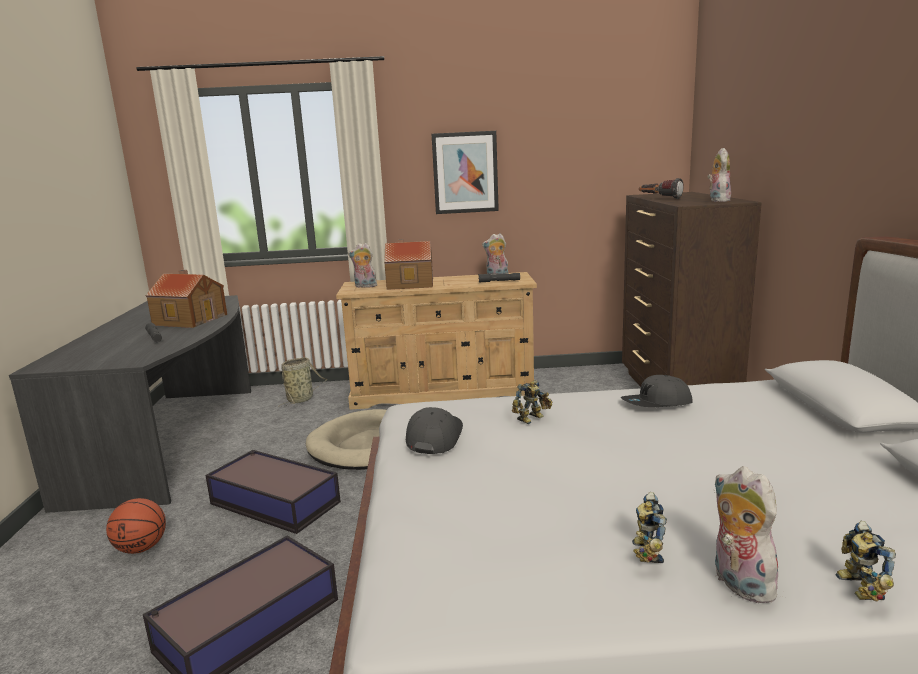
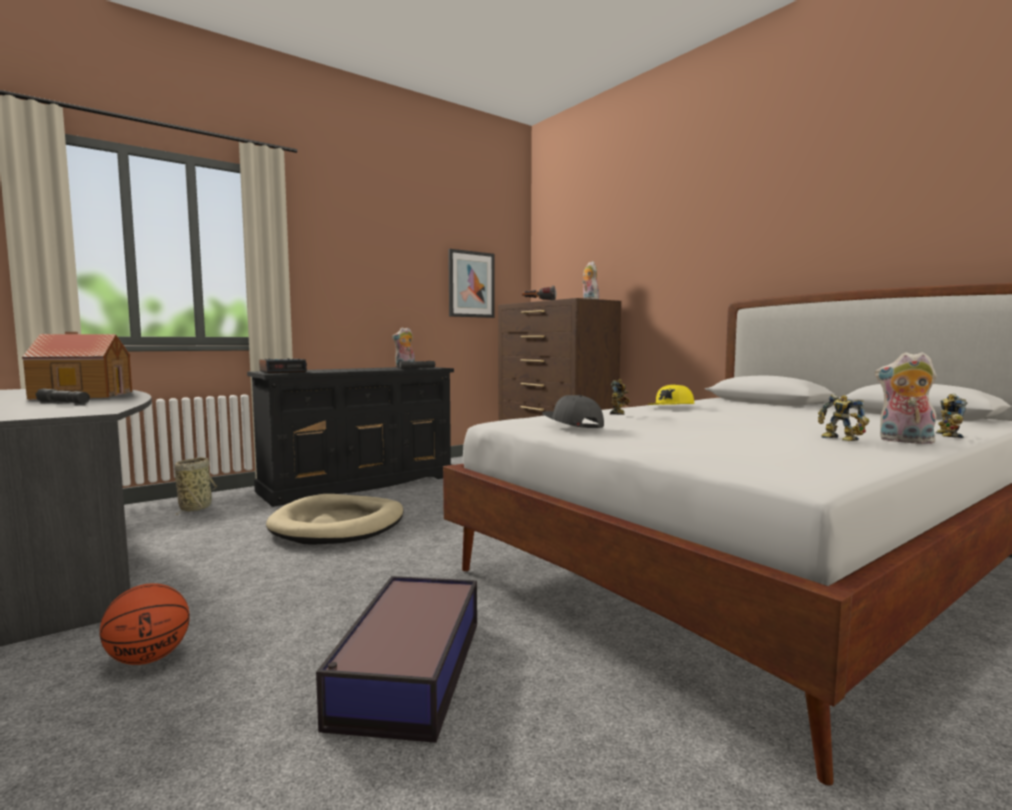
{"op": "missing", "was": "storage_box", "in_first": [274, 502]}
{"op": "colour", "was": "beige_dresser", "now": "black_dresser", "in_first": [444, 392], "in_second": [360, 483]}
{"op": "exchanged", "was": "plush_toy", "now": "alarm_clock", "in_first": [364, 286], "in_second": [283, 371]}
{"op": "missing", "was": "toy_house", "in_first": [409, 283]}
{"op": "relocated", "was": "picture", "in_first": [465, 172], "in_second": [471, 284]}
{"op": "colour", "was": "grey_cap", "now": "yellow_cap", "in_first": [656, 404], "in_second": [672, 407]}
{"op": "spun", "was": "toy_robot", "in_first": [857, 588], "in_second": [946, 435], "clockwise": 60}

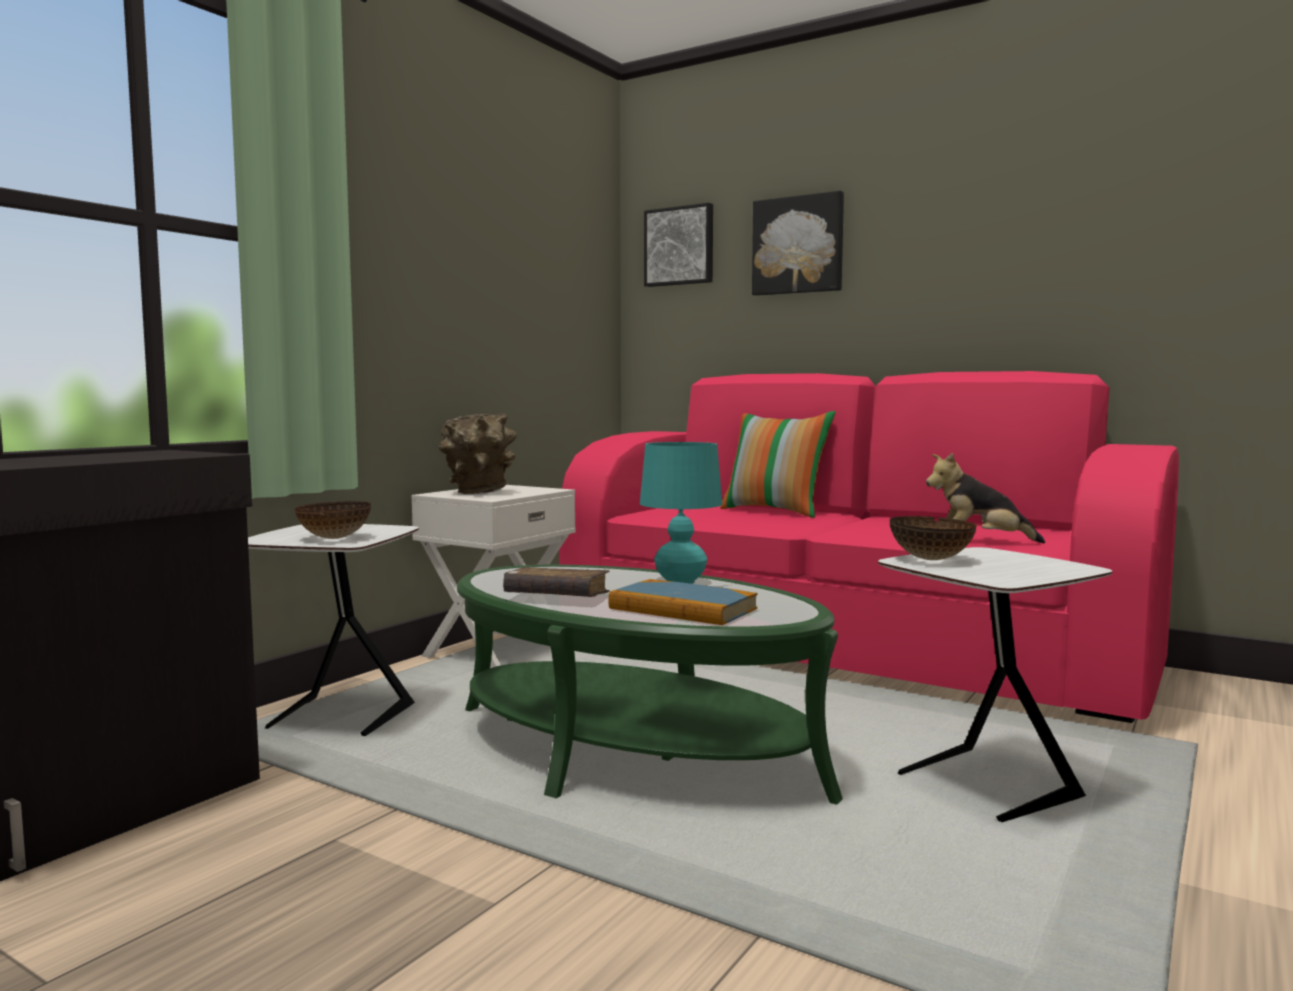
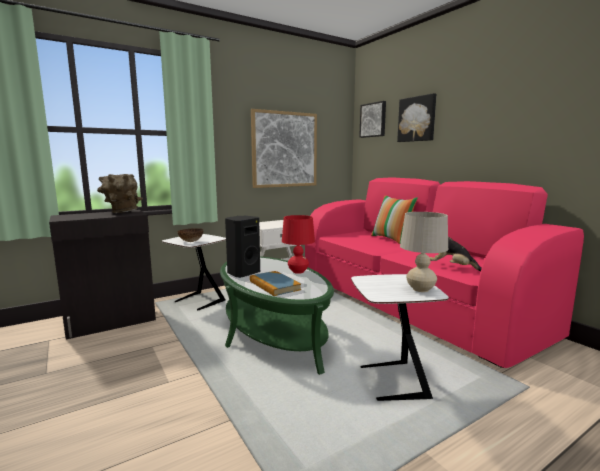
{"op": "relocated", "was": "brown_vase", "in_first": [478, 493], "in_second": [121, 212]}
{"op": "exchanged", "was": "brown_book", "now": "black_speaker", "in_first": [556, 596], "in_second": [243, 273]}
{"op": "colour", "was": "turquoise_table_lamp", "now": "red_table_lamp", "in_first": [680, 581], "in_second": [298, 271]}
{"op": "missing", "was": "bowl", "in_first": [932, 559]}
{"op": "appeared", "now": "picture", "in_second": [284, 149]}
{"op": "appeared", "now": "beige_table_lamp", "in_second": [420, 289]}

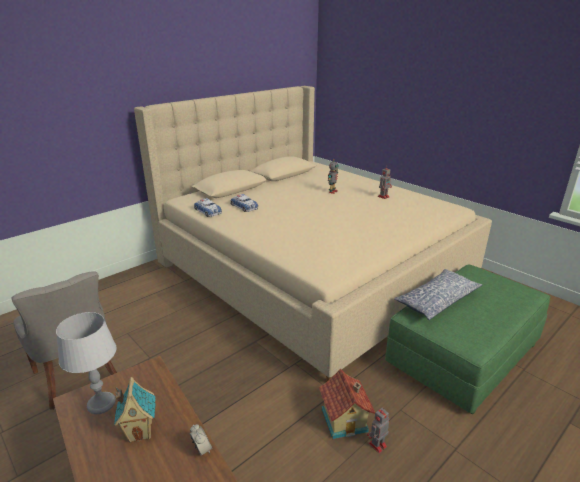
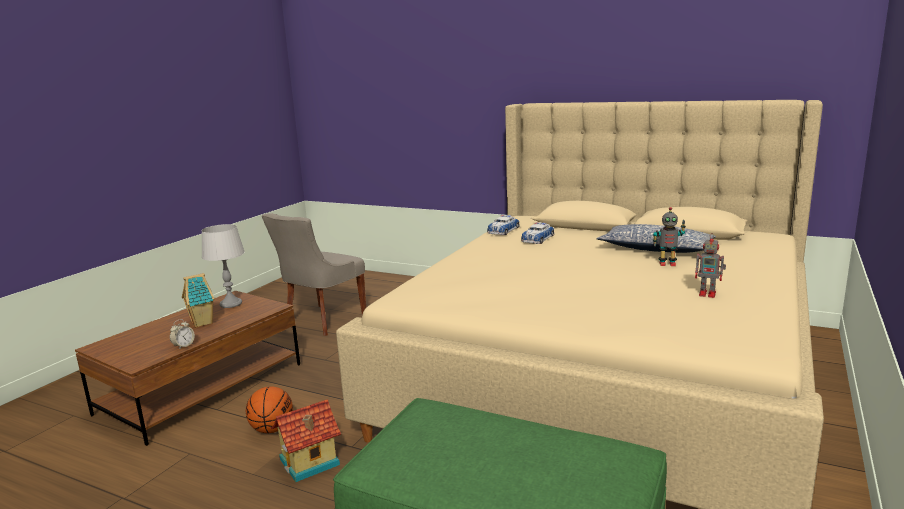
{"op": "missing", "was": "toy_robot", "in_first": [377, 445]}
{"op": "relocated", "was": "pillow", "in_first": [436, 300], "in_second": [655, 249]}
{"op": "appeared", "now": "basketball", "in_second": [272, 429]}

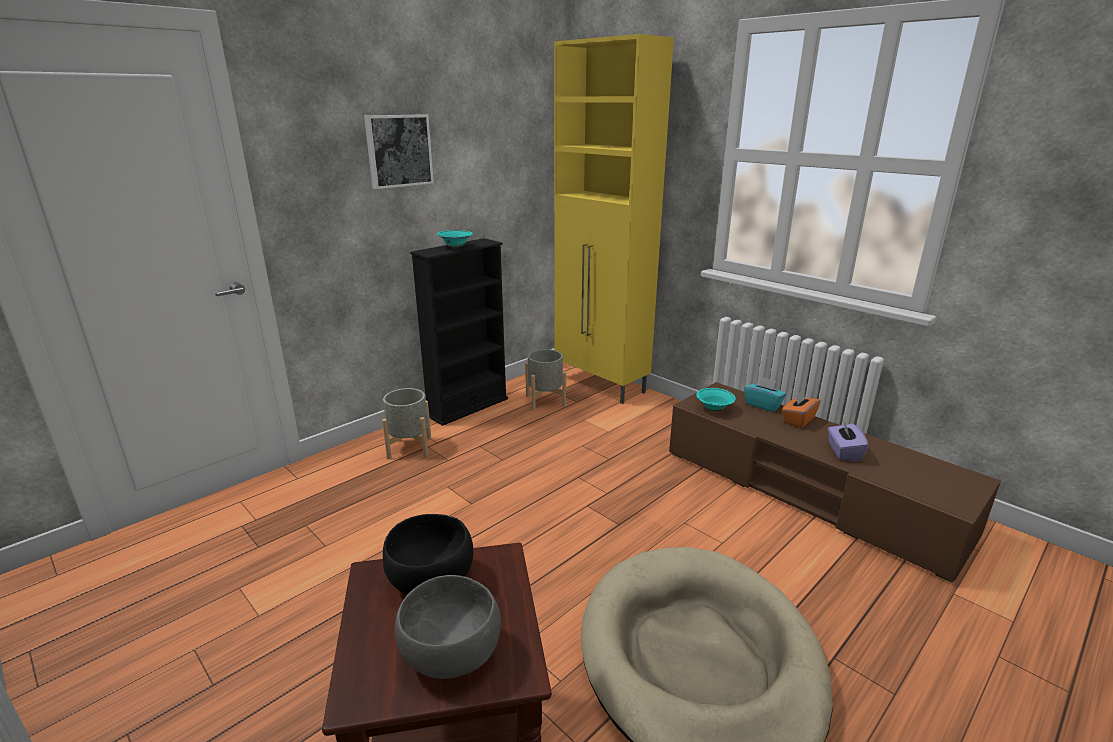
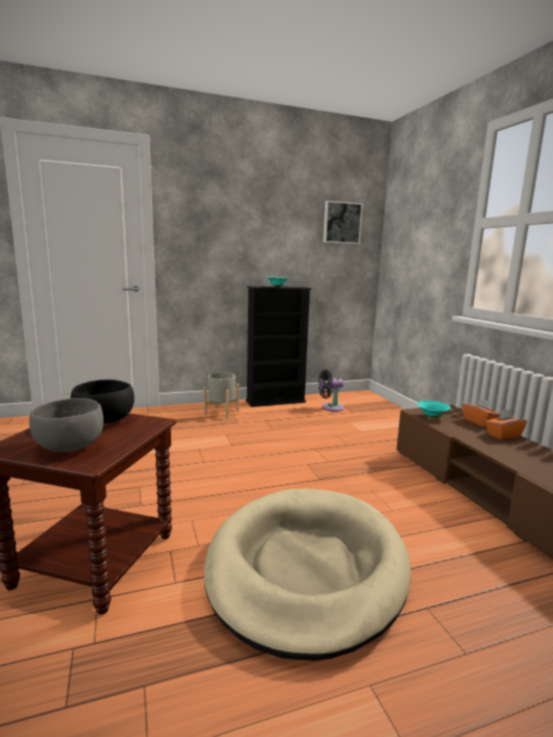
{"op": "relocated", "was": "picture", "in_first": [398, 151], "in_second": [341, 223]}
{"op": "exchanged", "was": "grey_planter", "now": "black_fan", "in_first": [545, 401], "in_second": [330, 407]}
{"op": "missing", "was": "yellow_cabinet", "in_first": [601, 385]}
{"op": "colour", "was": "turquoise_tissue_box", "now": "orange_tissue_box", "in_first": [763, 405], "in_second": [479, 422]}
{"op": "missing", "was": "purple_tissue_box", "in_first": [843, 452]}

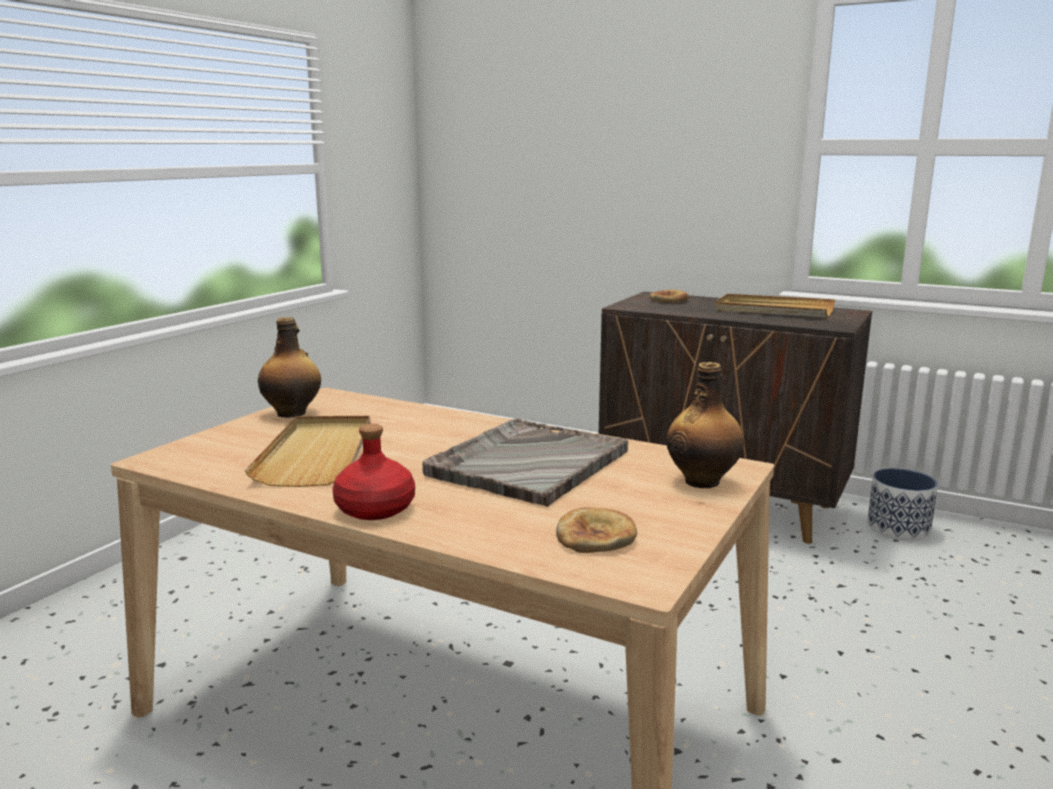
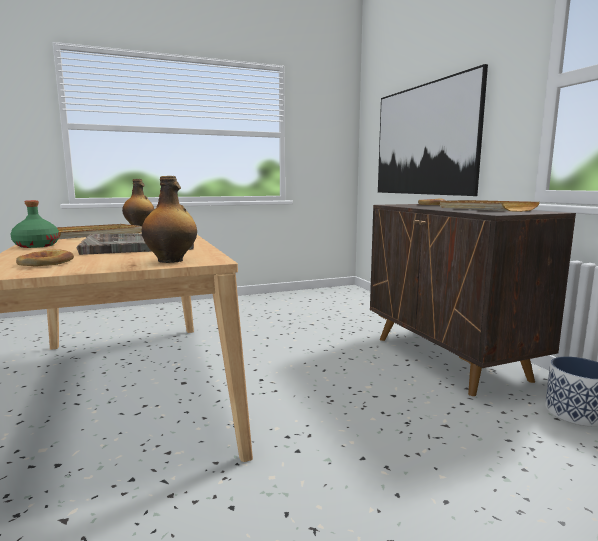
{"op": "colour", "was": "red_bottle", "now": "green_bottle", "in_first": [374, 509], "in_second": [36, 245]}
{"op": "appeared", "now": "picture", "in_second": [423, 140]}

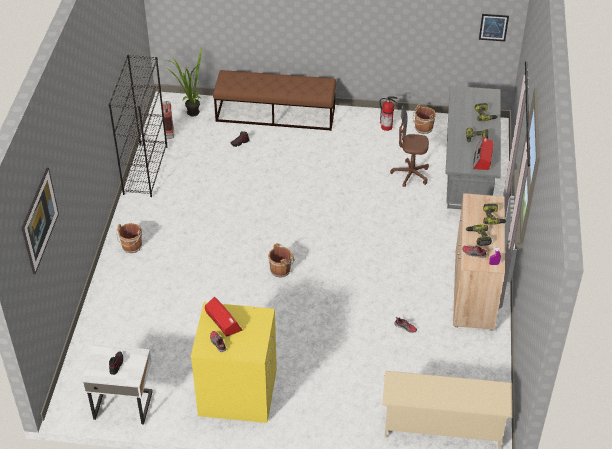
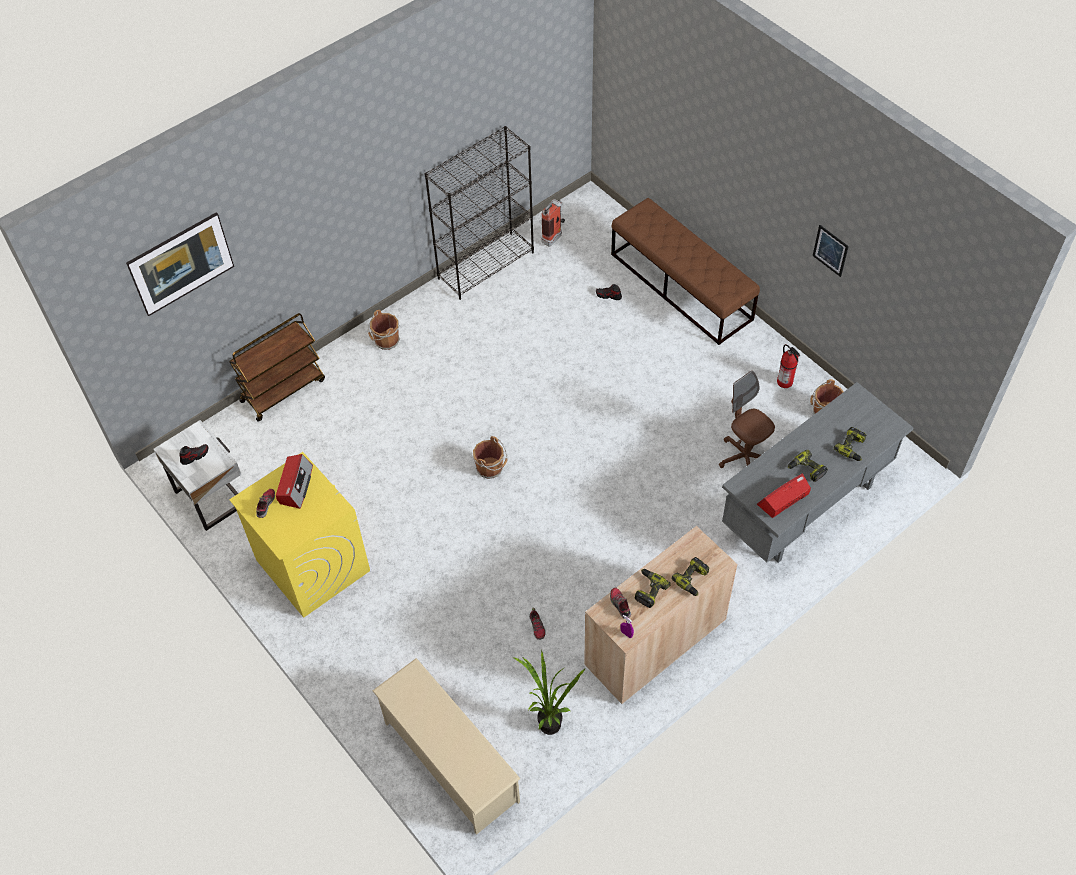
{"op": "relocated", "was": "potted_plant", "in_first": [190, 112], "in_second": [547, 720]}
{"op": "relocated", "was": "picture", "in_first": [493, 27], "in_second": [830, 250]}
{"op": "appeared", "now": "brown_cart", "in_second": [283, 390]}

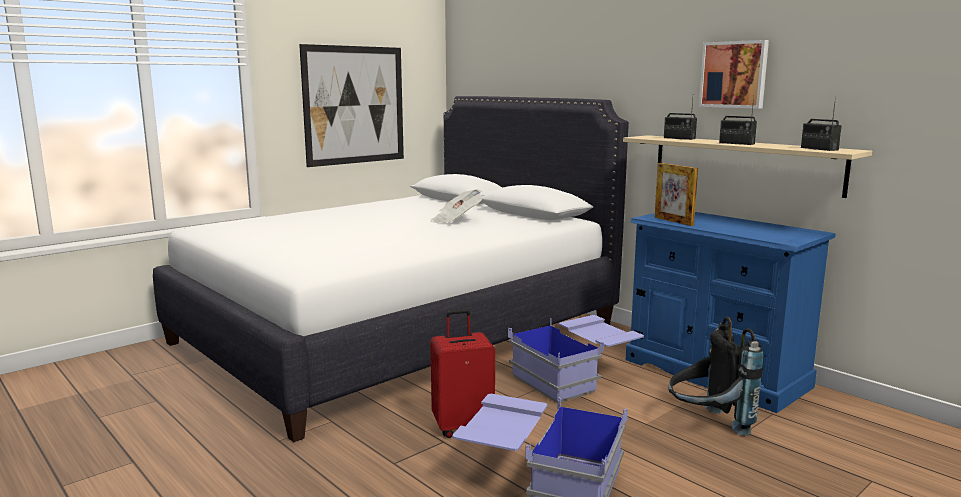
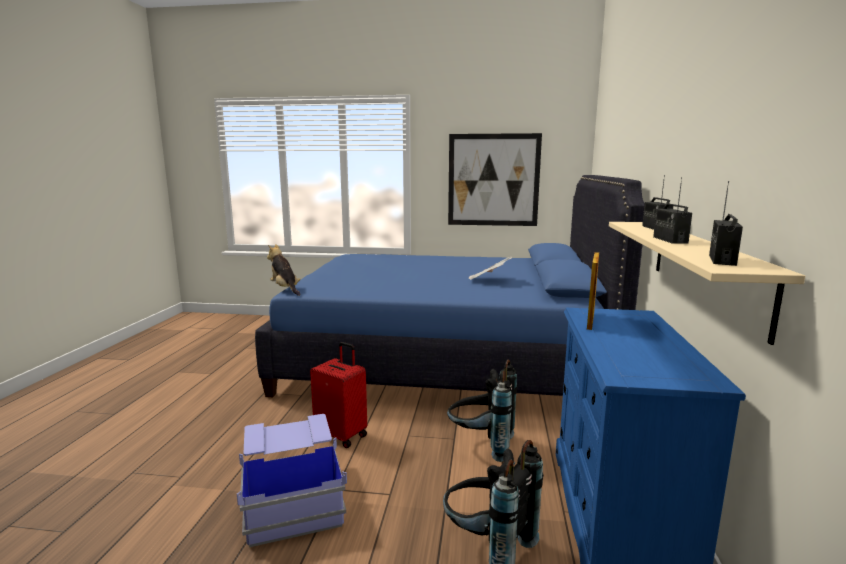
{"op": "colour", "was": "white_bed", "now": "blue_bed", "in_first": [397, 333], "in_second": [445, 359]}
{"op": "exchanged", "was": "blue_storage_box", "now": "black_backpack", "in_first": [575, 377], "in_second": [481, 445]}
{"op": "missing", "was": "picture", "in_first": [734, 74]}
{"op": "appeared", "now": "plush_toy", "in_second": [285, 289]}

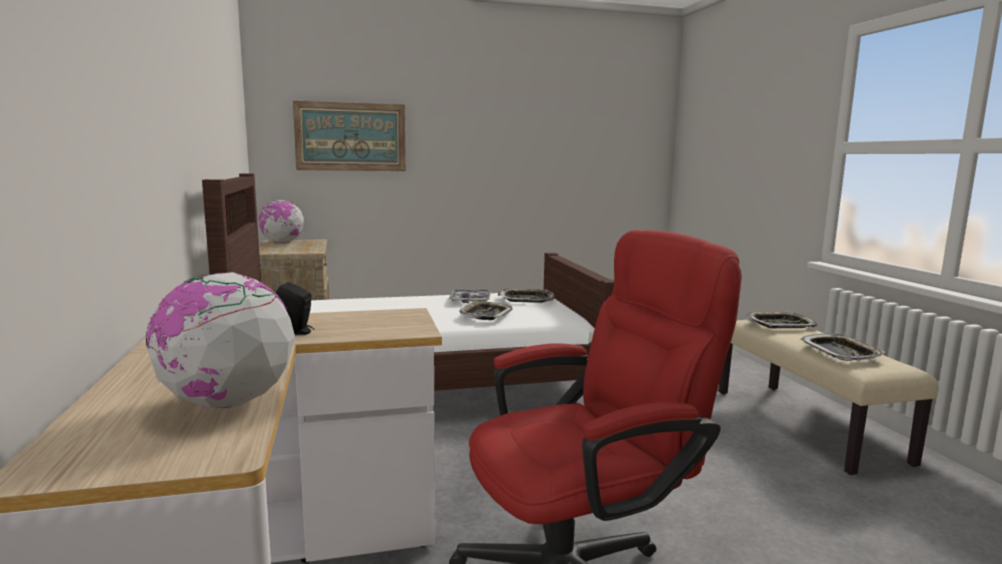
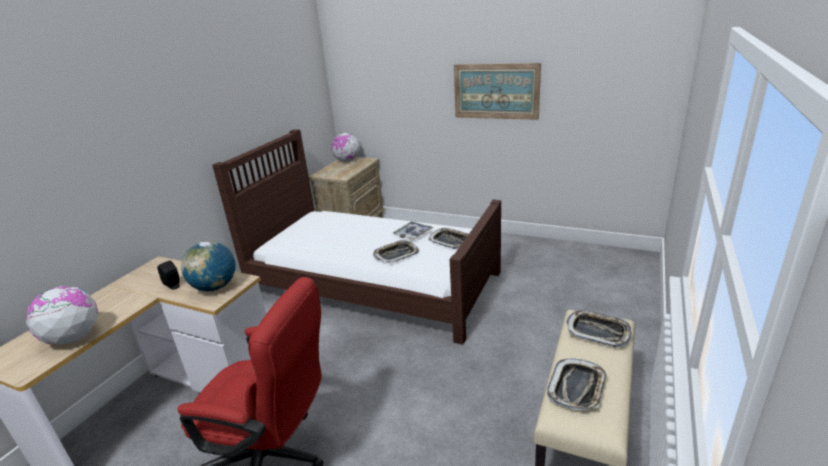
{"op": "relocated", "was": "picture", "in_first": [351, 137], "in_second": [496, 91]}
{"op": "appeared", "now": "globe", "in_second": [215, 287]}

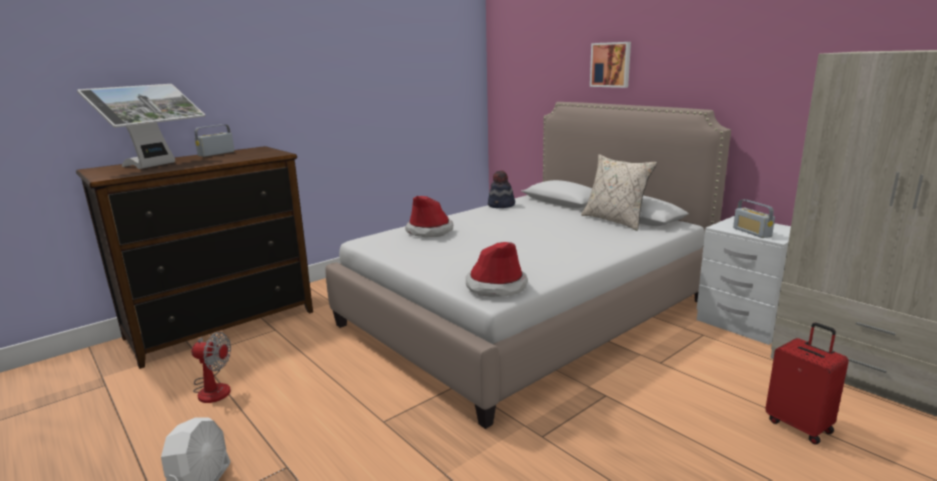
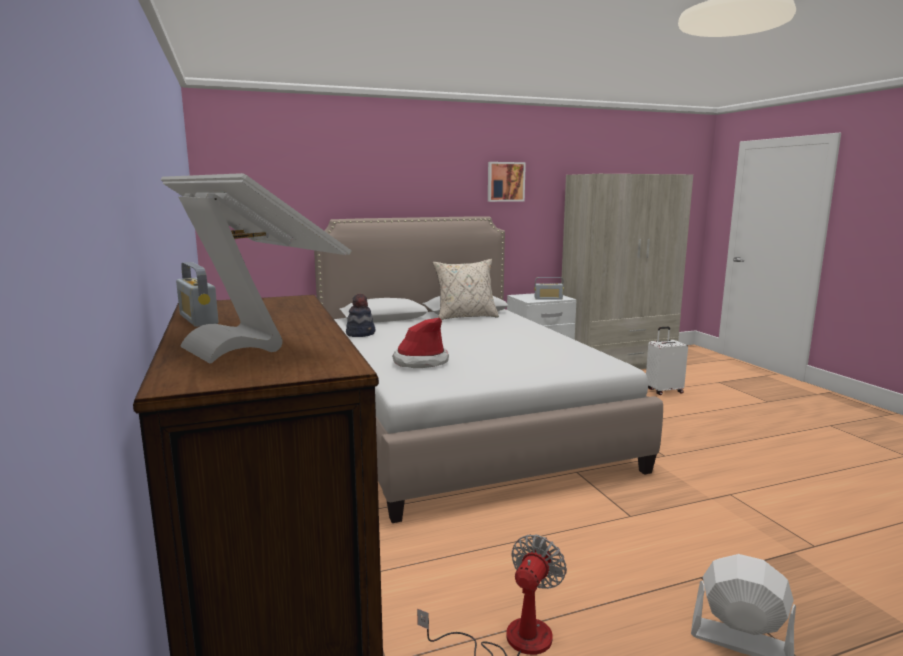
{"op": "missing", "was": "hat", "in_first": [496, 286]}
{"op": "relocated", "was": "picture", "in_first": [611, 64], "in_second": [505, 181]}
{"op": "colour", "was": "red_suitcase", "now": "white_suitcase", "in_first": [799, 425], "in_second": [663, 391]}

